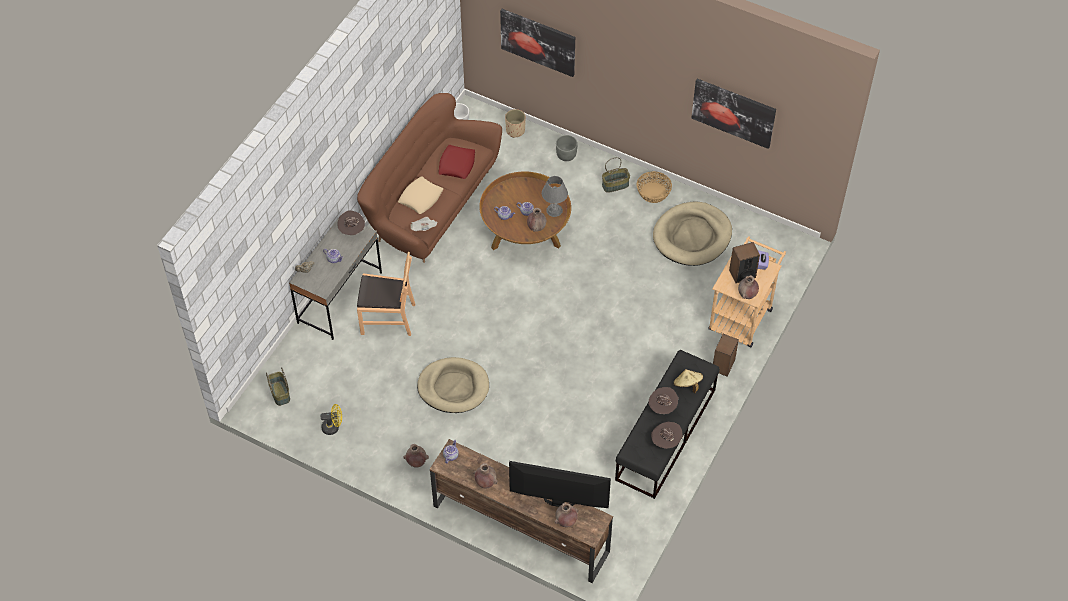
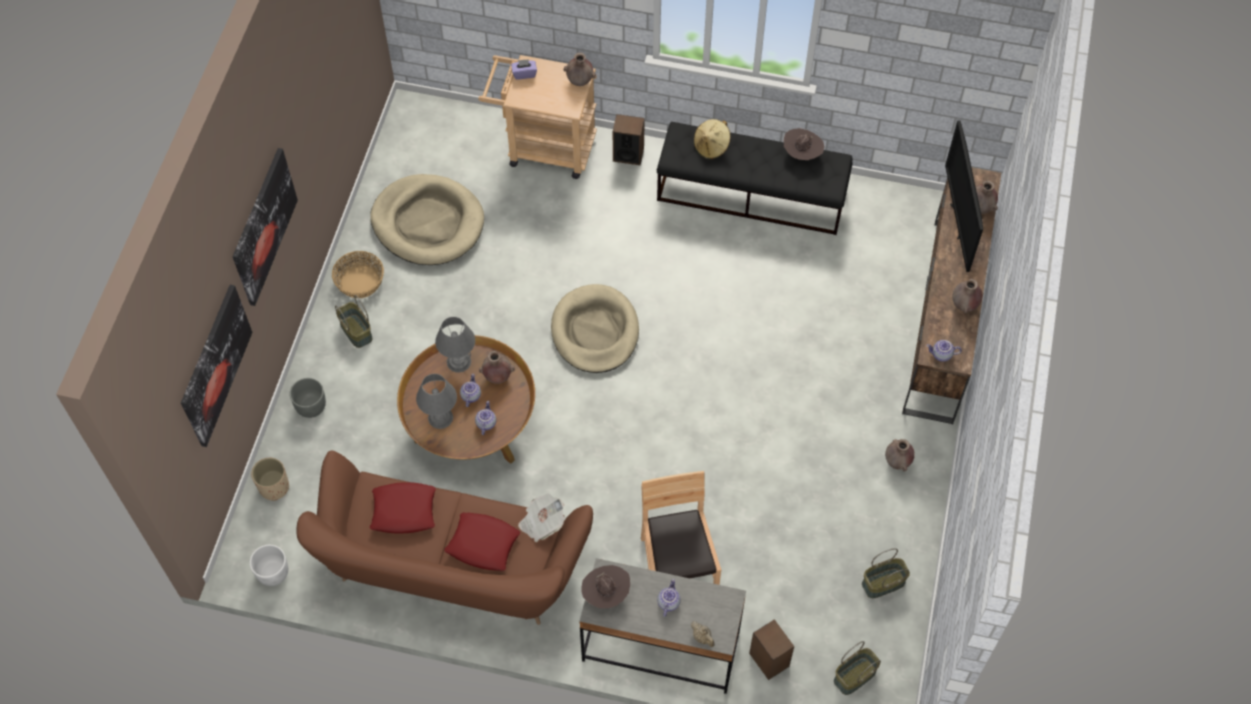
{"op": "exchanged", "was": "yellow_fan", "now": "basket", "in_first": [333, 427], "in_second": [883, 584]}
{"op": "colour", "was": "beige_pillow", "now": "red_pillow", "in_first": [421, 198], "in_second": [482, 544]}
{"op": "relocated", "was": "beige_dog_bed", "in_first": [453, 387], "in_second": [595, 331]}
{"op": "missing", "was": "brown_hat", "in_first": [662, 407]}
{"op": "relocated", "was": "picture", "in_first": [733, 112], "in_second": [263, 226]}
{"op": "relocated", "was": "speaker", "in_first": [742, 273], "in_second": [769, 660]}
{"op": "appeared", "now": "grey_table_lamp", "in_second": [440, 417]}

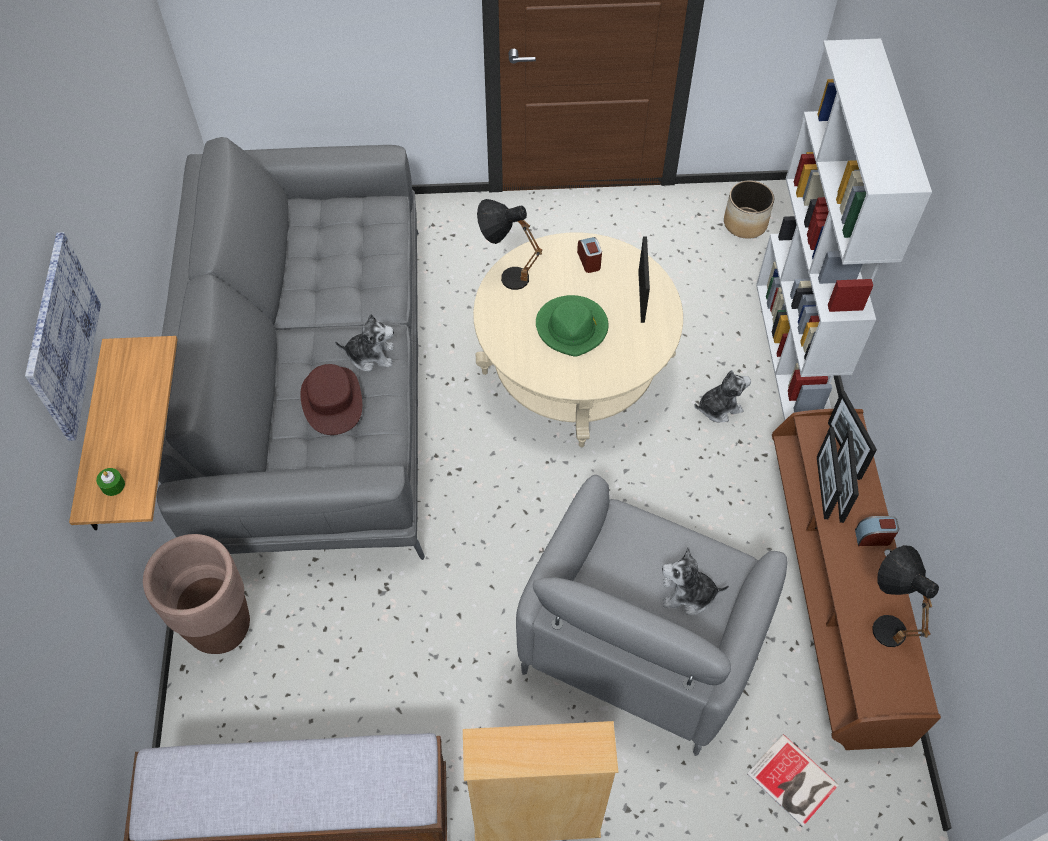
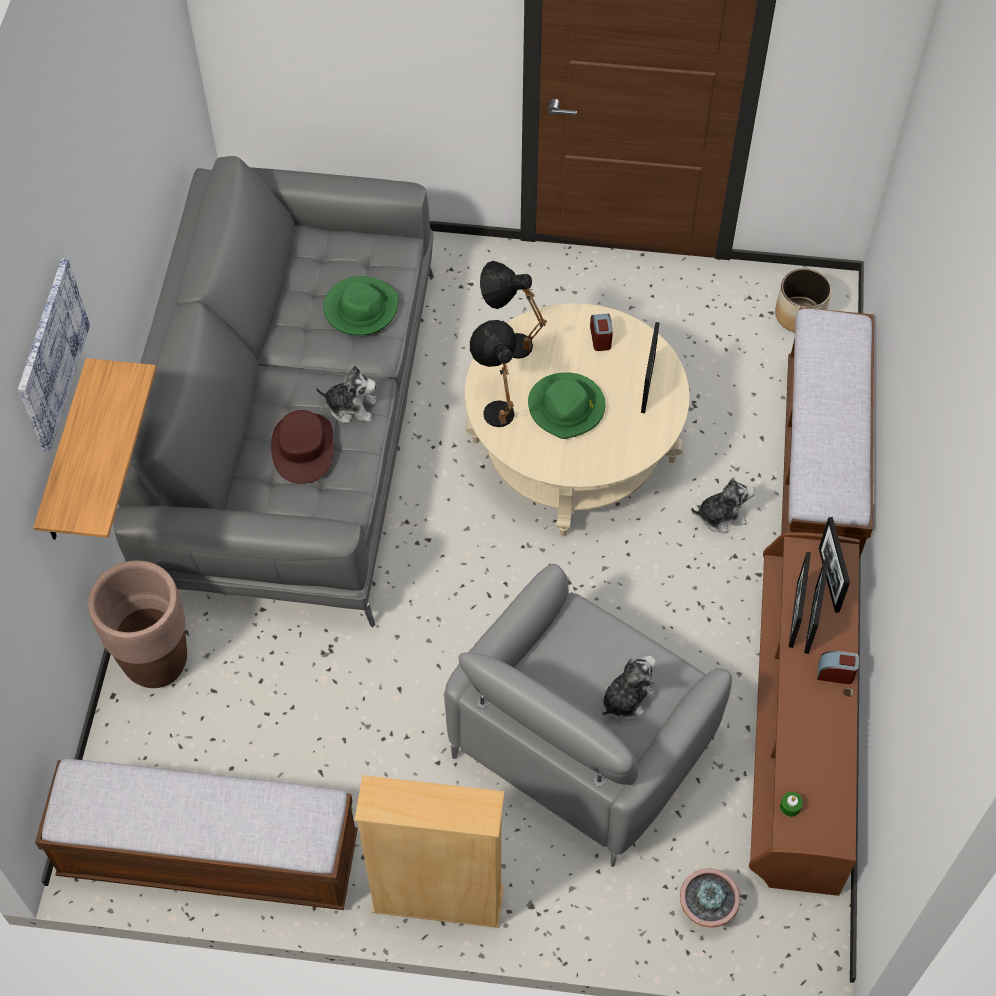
{"op": "relocated", "was": "green_candle", "in_first": [113, 485], "in_second": [790, 806]}
{"op": "spun", "was": "plush_toy", "in_first": [688, 594], "in_second": [626, 699], "clockwise": 120}
{"op": "exchanged", "was": "book", "now": "potted_plant", "in_first": [793, 782], "in_second": [706, 909]}
{"op": "exchanged", "was": "white_bookcase", "now": "bench", "in_first": [794, 350], "in_second": [819, 466]}
{"op": "relocated", "was": "black_table_lamp", "in_first": [882, 619], "in_second": [496, 404]}
{"op": "appeared", "now": "green_hat", "in_second": [361, 308]}

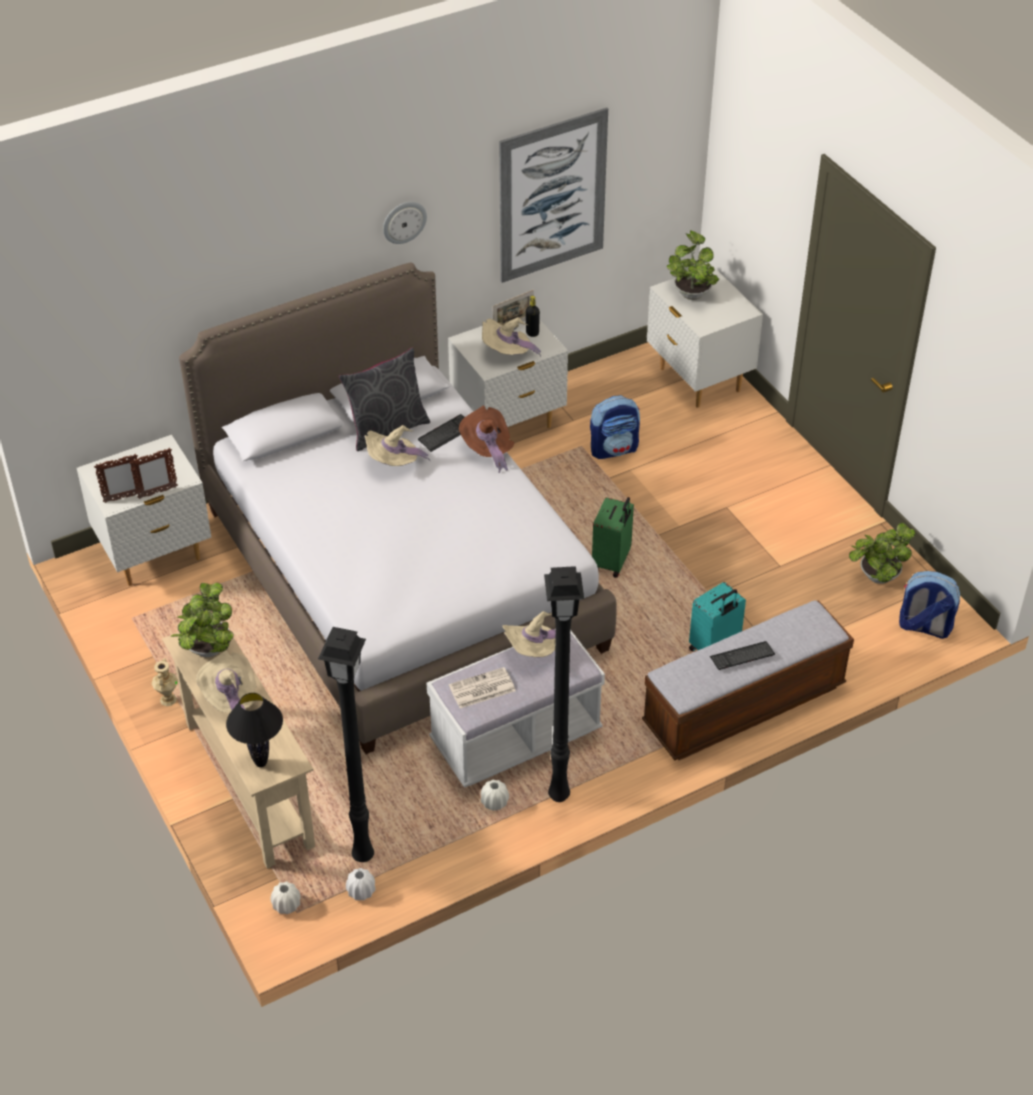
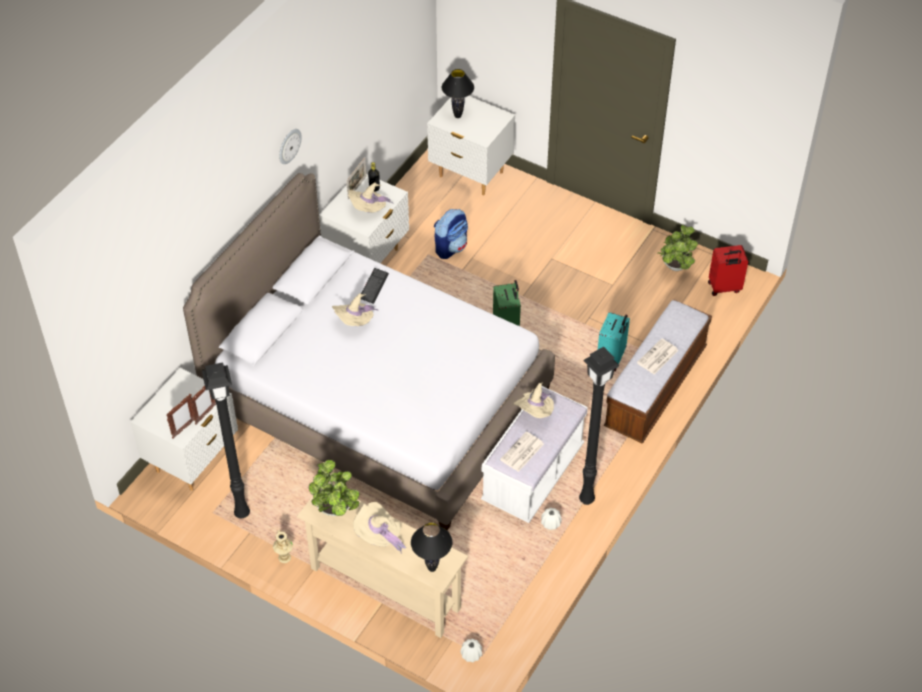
{"op": "relocated", "was": "black_floor_lamp", "in_first": [361, 857], "in_second": [241, 515]}
{"op": "missing", "was": "grey_pillow", "in_first": [387, 429]}
{"op": "missing", "was": "white_vase", "in_first": [361, 891]}
{"op": "missing", "was": "brown_hat", "in_first": [488, 450]}
{"op": "missing", "was": "picture", "in_first": [552, 196]}
{"op": "exchanged", "was": "potted_plant", "now": "black_table_lamp", "in_first": [691, 292], "in_second": [457, 116]}
{"op": "exchanged", "was": "keyboard", "now": "newspaper", "in_first": [742, 656], "in_second": [657, 357]}
{"op": "exchanged", "was": "backpack", "now": "red_suitcase", "in_first": [923, 627], "in_second": [724, 288]}

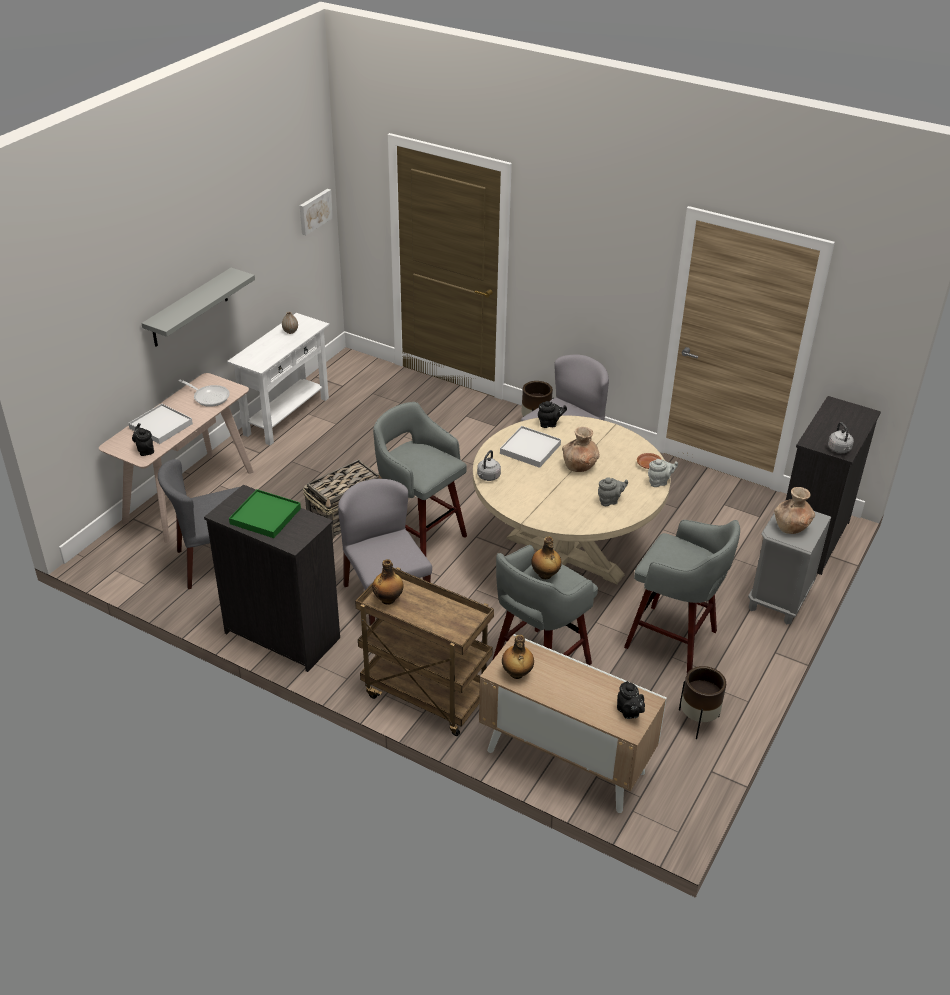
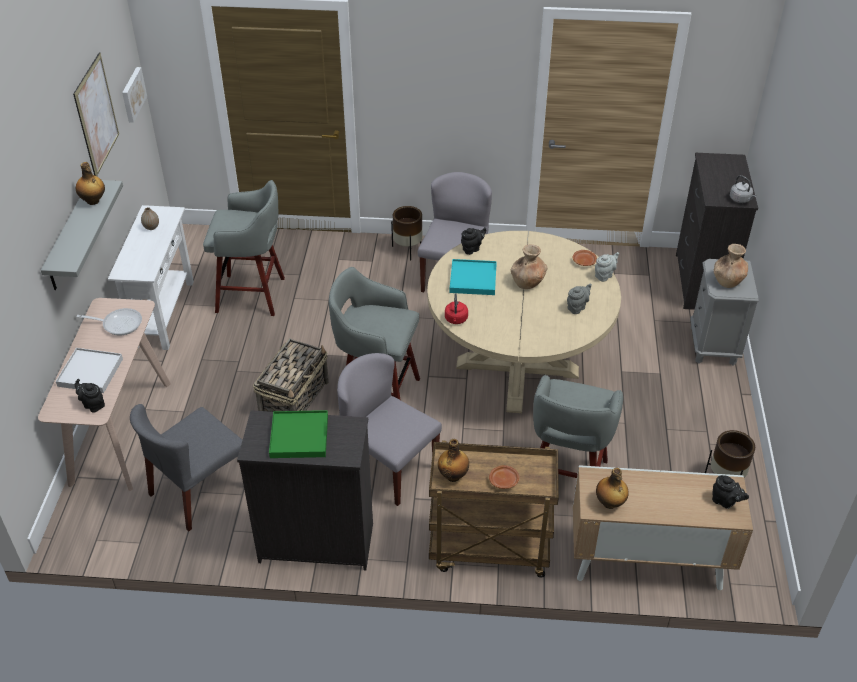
{"op": "colour", "was": "grey_kettle", "now": "red_kettle", "in_first": [488, 477], "in_second": [456, 320]}
{"op": "colour", "was": "white_tray", "now": "turquoise_tray", "in_first": [530, 449], "in_second": [473, 279]}
{"op": "relocated", "was": "bottle", "in_first": [545, 575], "in_second": [93, 201]}
{"op": "relocated", "was": "grey_stool", "in_first": [674, 640], "in_second": [253, 295]}
{"op": "appeared", "now": "picture", "in_second": [96, 115]}
{"op": "appeared", "now": "brown_plate", "in_second": [504, 480]}

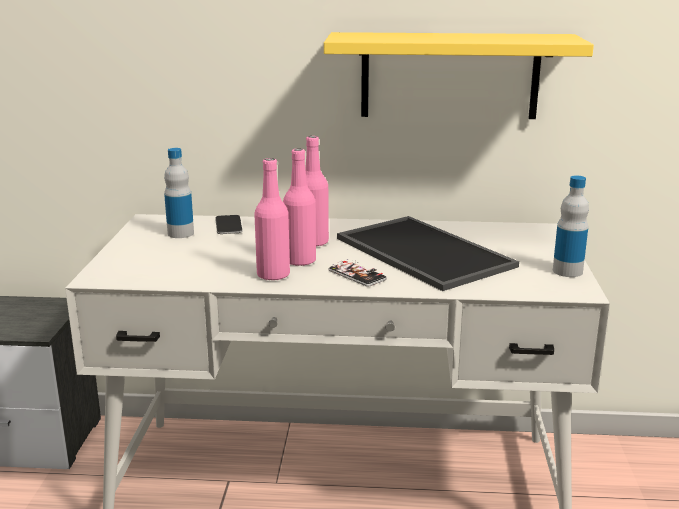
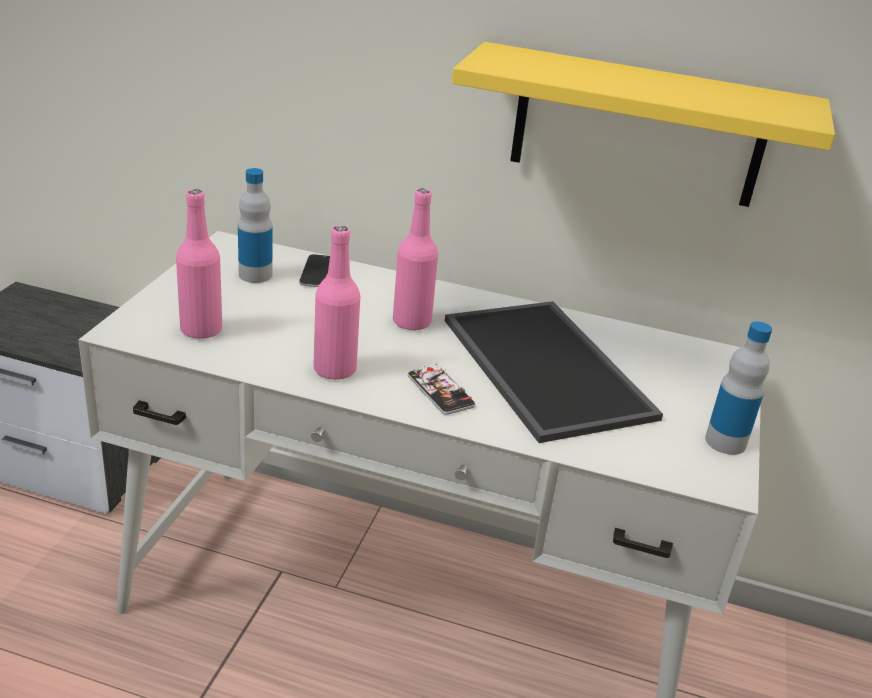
{"op": "relocated", "was": "pink_bottle", "in_first": [300, 261], "in_second": [201, 330]}

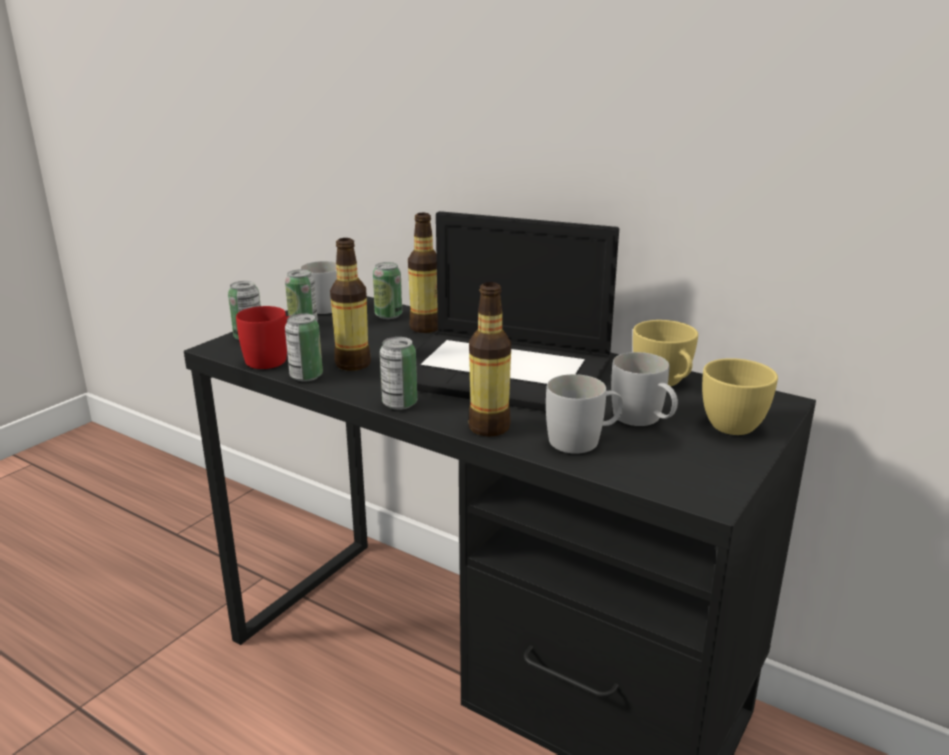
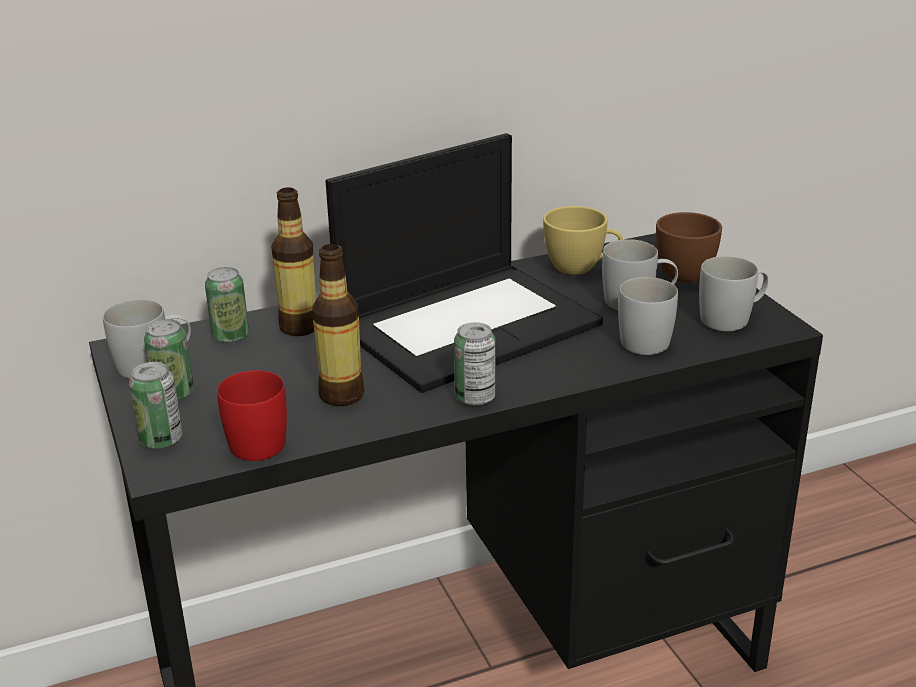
{"op": "missing", "was": "can", "in_first": [306, 376]}
{"op": "missing", "was": "bottle", "in_first": [489, 427]}
{"op": "colour", "was": "yellow_cup", "now": "brown_cup", "in_first": [738, 424], "in_second": [683, 271]}
{"op": "appeared", "now": "white_mug", "in_second": [732, 318]}

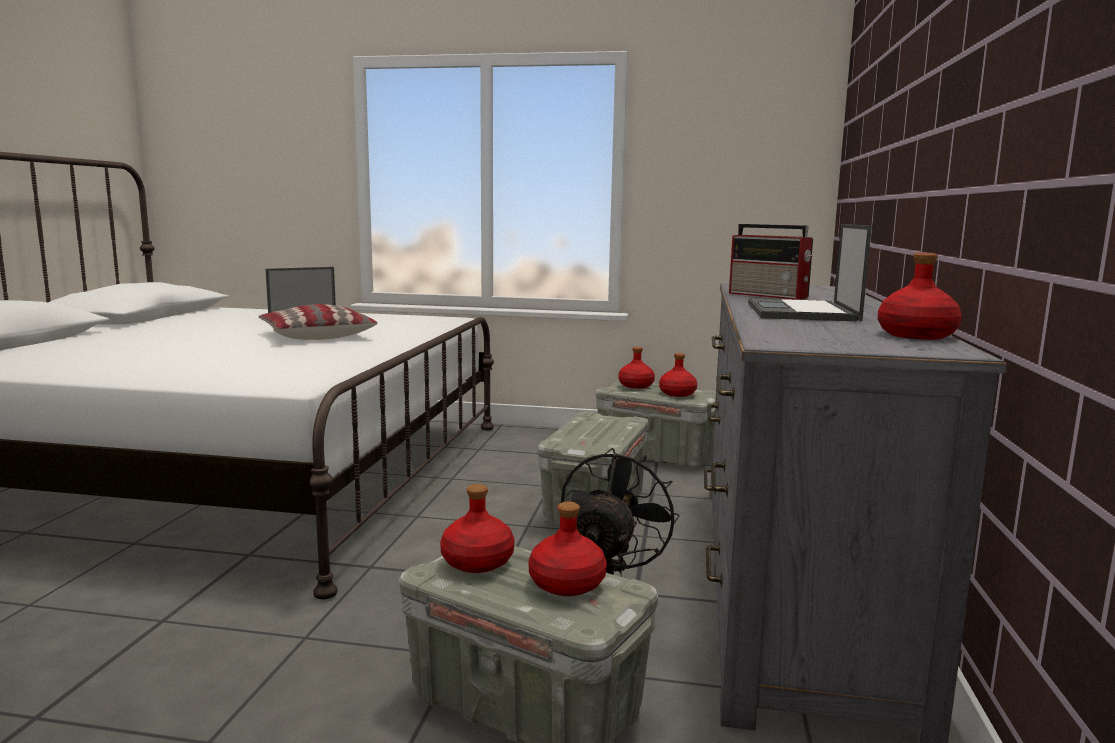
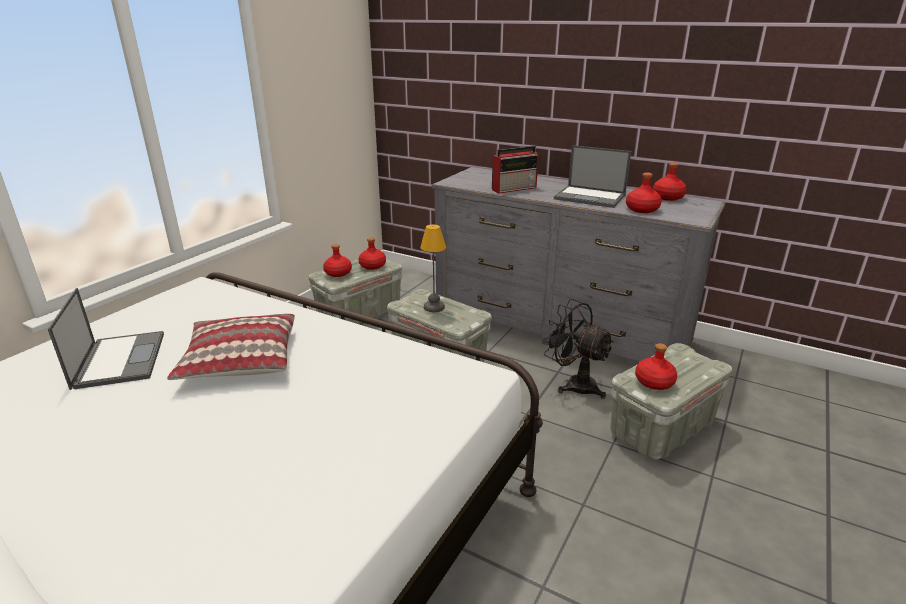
{"op": "relocated", "was": "red_bottle", "in_first": [566, 584], "in_second": [642, 209]}
{"op": "appeared", "now": "table_lamp", "in_second": [434, 307]}

